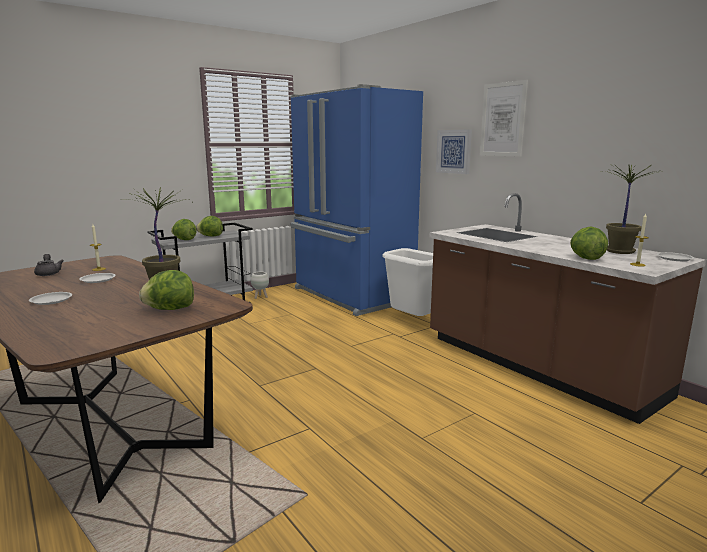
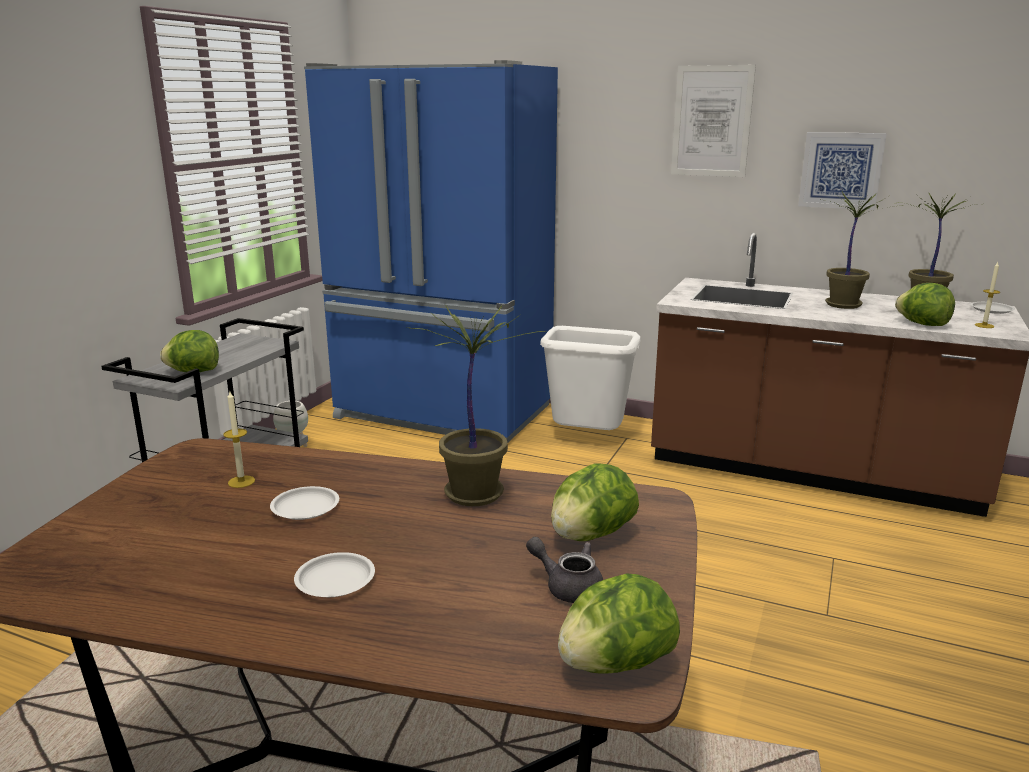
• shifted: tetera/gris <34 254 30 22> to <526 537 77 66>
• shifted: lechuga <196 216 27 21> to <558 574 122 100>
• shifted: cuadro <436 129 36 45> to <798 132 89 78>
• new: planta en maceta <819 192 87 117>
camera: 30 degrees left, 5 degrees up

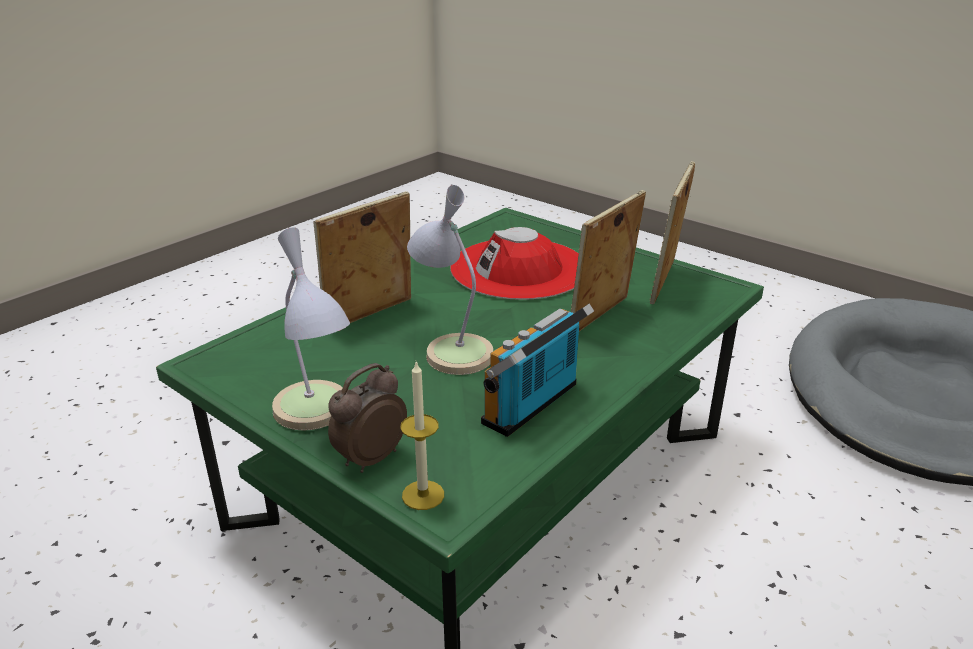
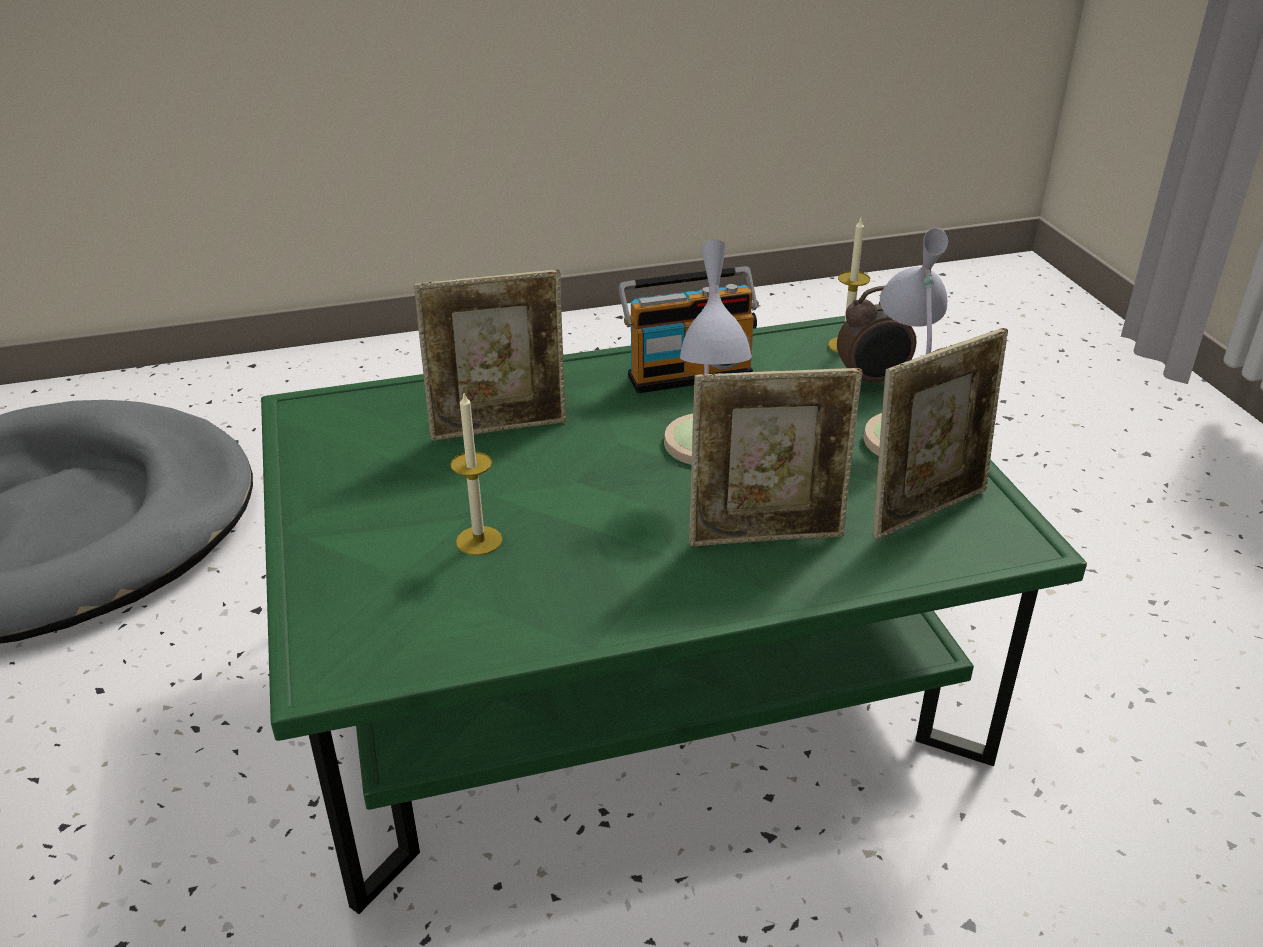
• swapped: sombrero/rojo <450 227 129 73> to vela <450 393 53 163>
• shifted: portarretratos <649 161 46 143> to <873 328 135 211>
camera: 145 degrees left, 5 degrees up

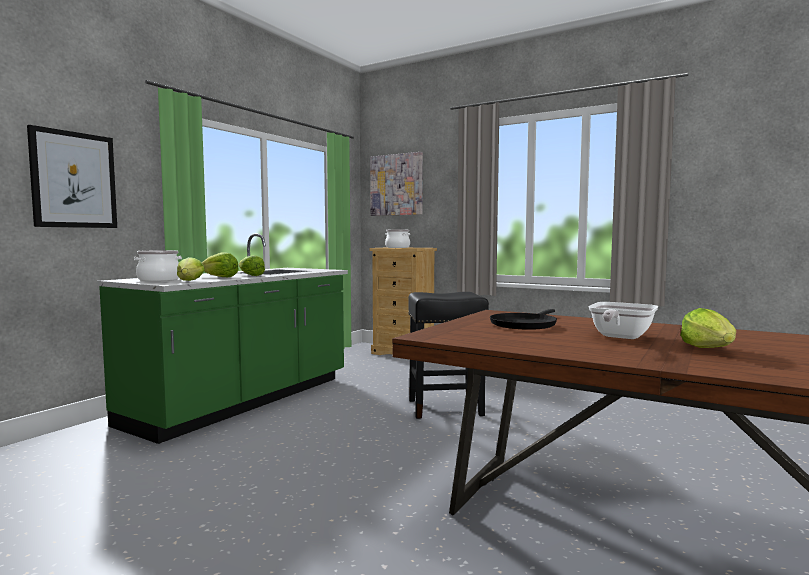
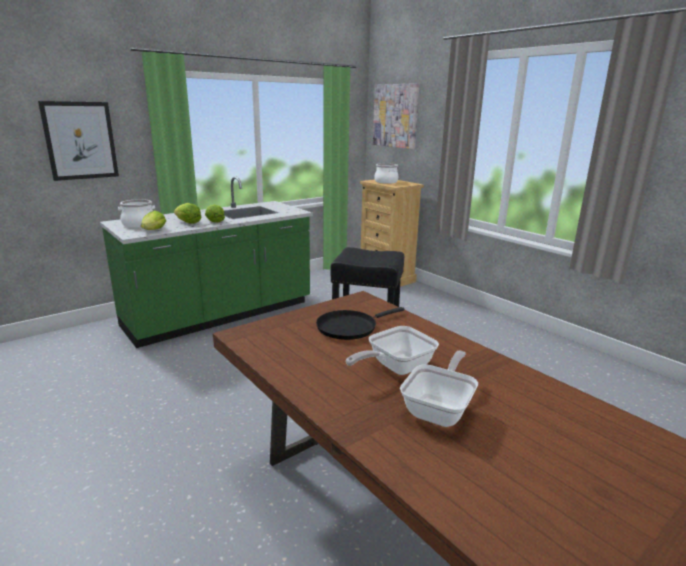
• swapped: lechuga <680 308 56 40> to sartén <400 351 78 76>
camera: 20 degrees right, 15 degrees up

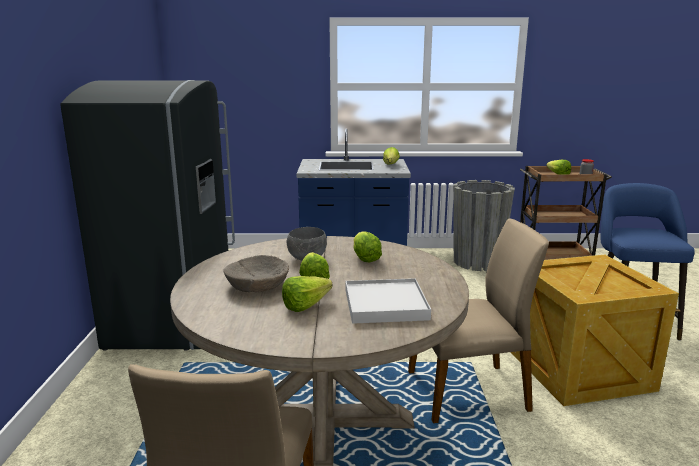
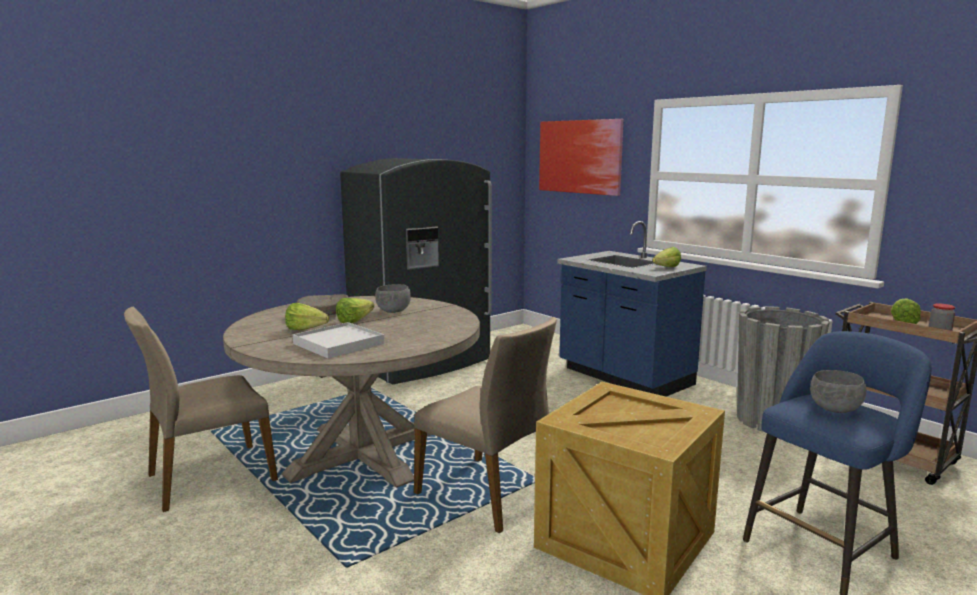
• gone: lechuga <353 231 29 31>
• new: cuadro <539 119 85 77>
• new: cuenco/gris <810 370 57 43>
camera: 50 degrees right, 5 degrees down

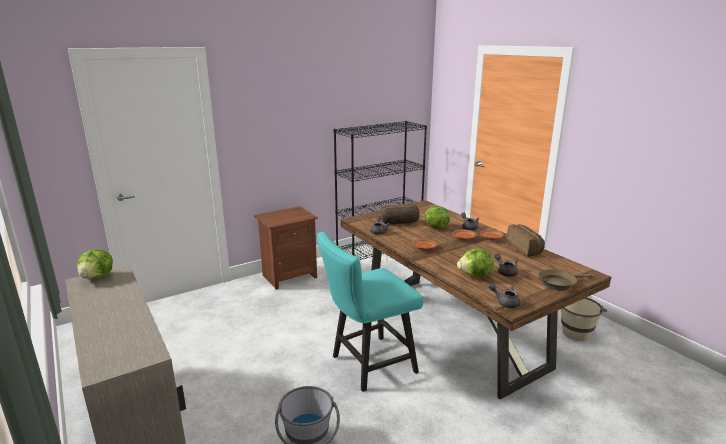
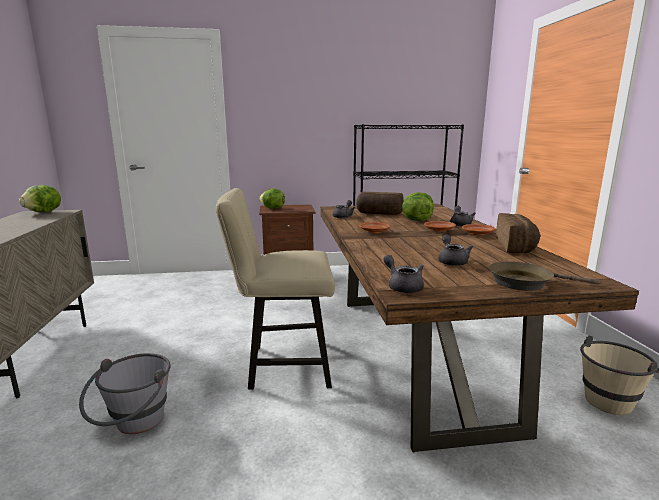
• repainted: silla/turquesa <317 232 107 160> to silla/beis <216 188 119 202>
• shifted: lechuga <457 248 37 30> to <259 189 26 20>
camera: 25 degrees right, 5 degrees down

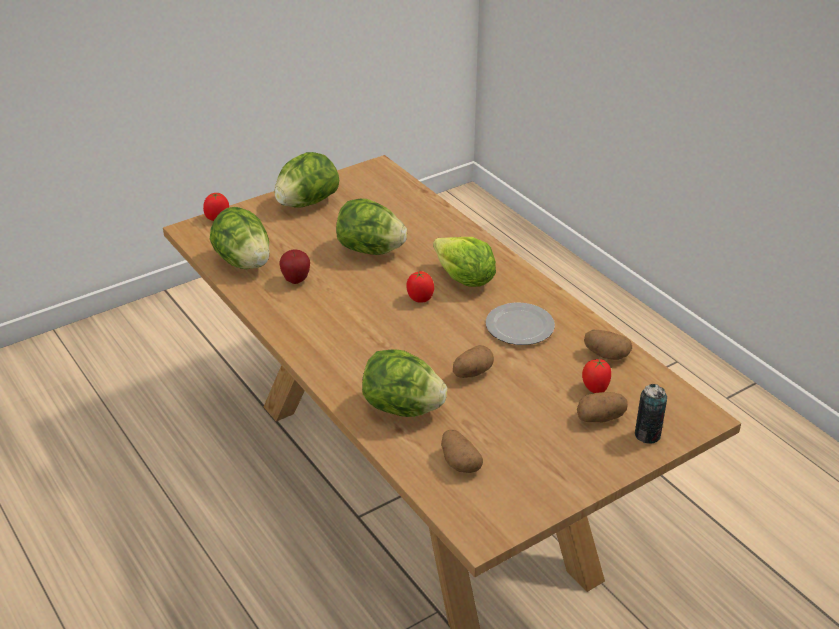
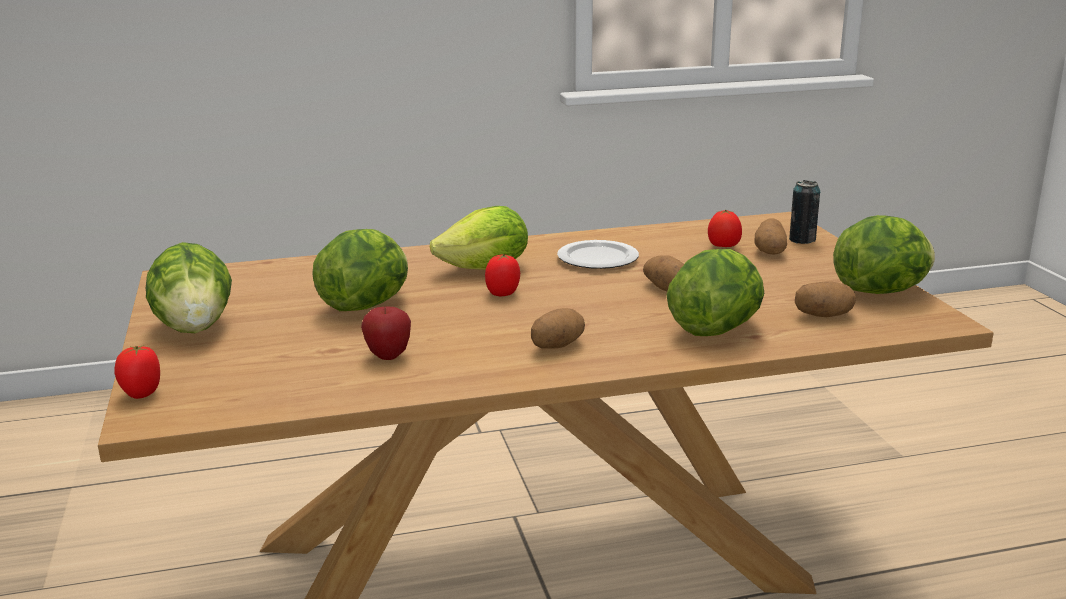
• shifted: lechuga <210 207 60 62> to <833 215 102 79>
• shifted: patata <584 330 48 30> to <531 308 54 41>
camera: 70 degrees left, 15 degrees down

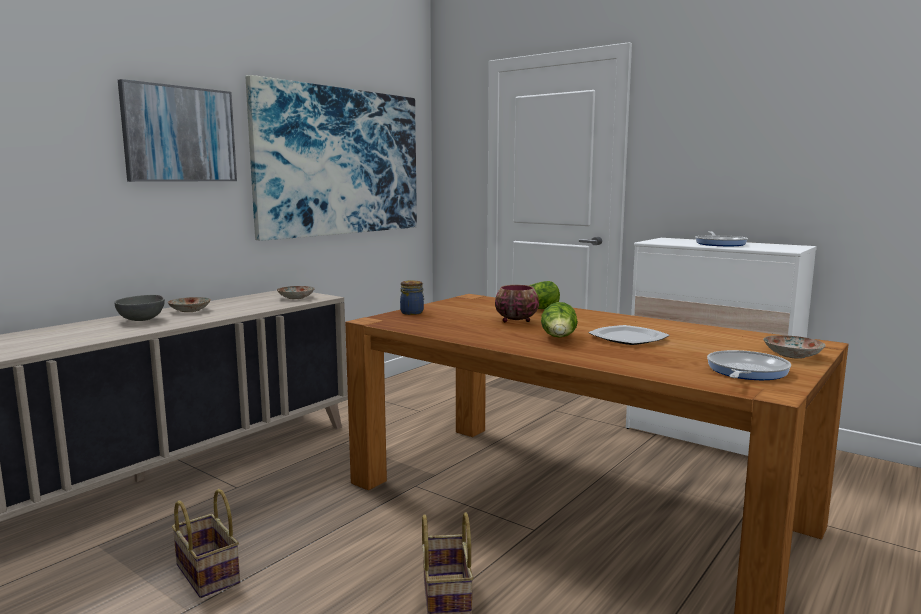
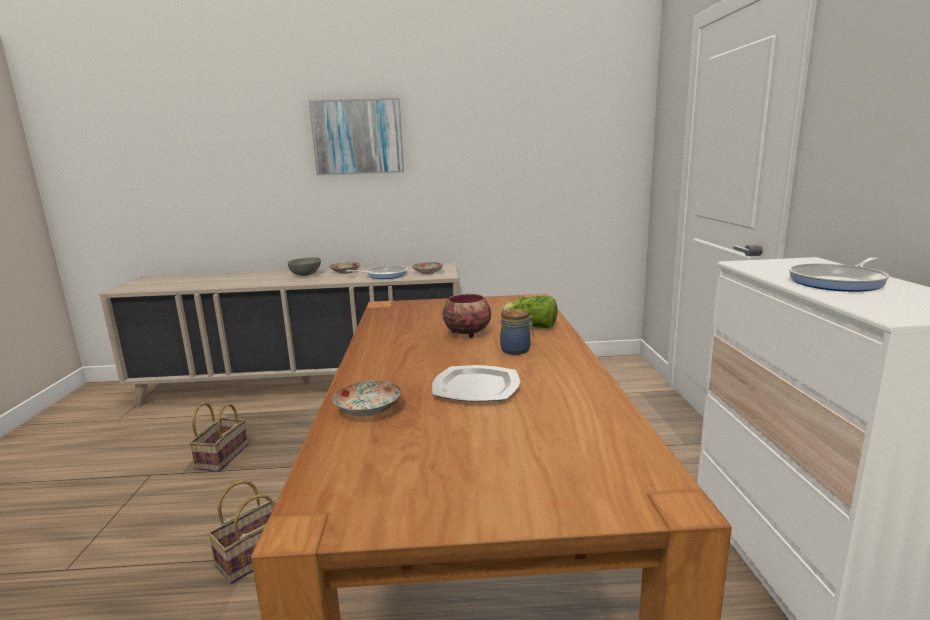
• gone: cuadro <246 75 171 166>
• shifted: tarro <400 280 24 35> to <500 309 34 46>
• gone: lechuga <541 302 37 36>
• shifted: sartén <707 350 84 30> to <346 266 61 13>
• shifted: plato <763 335 63 24> to <332 380 69 37>
camera: 50 degrees right, 5 degrees up

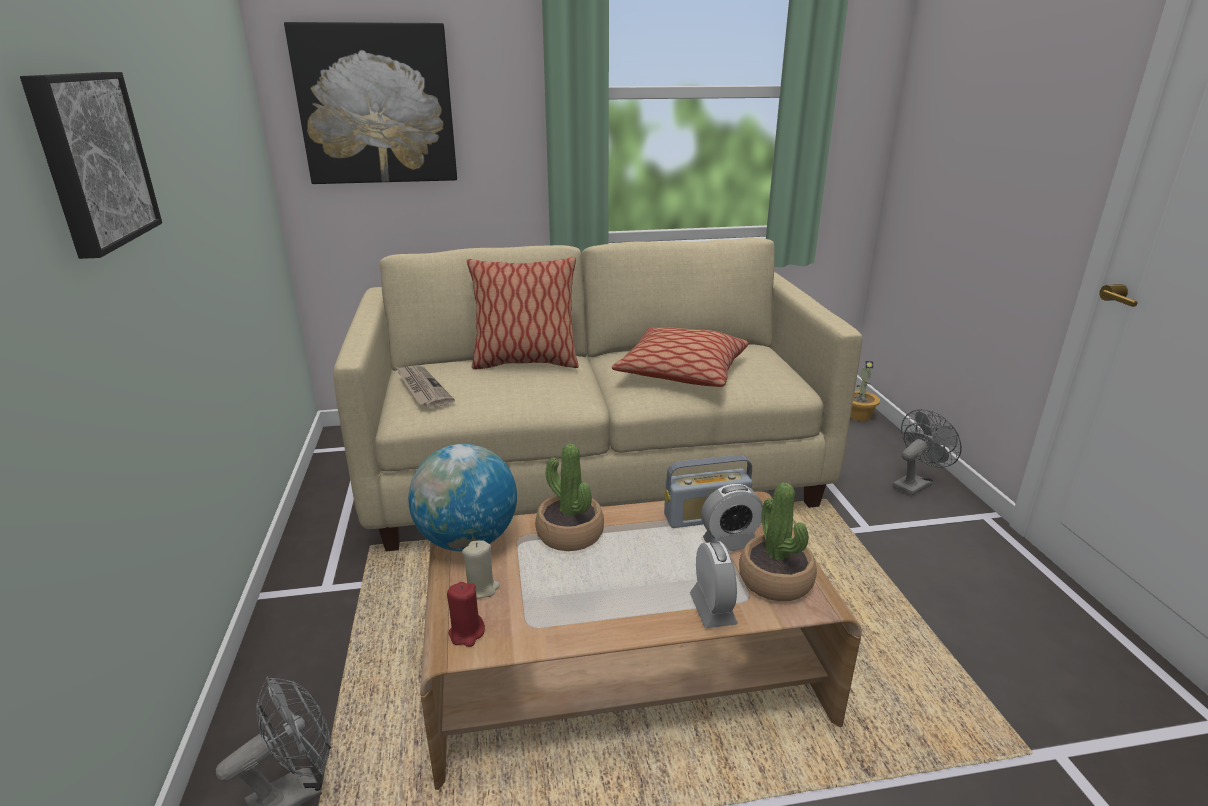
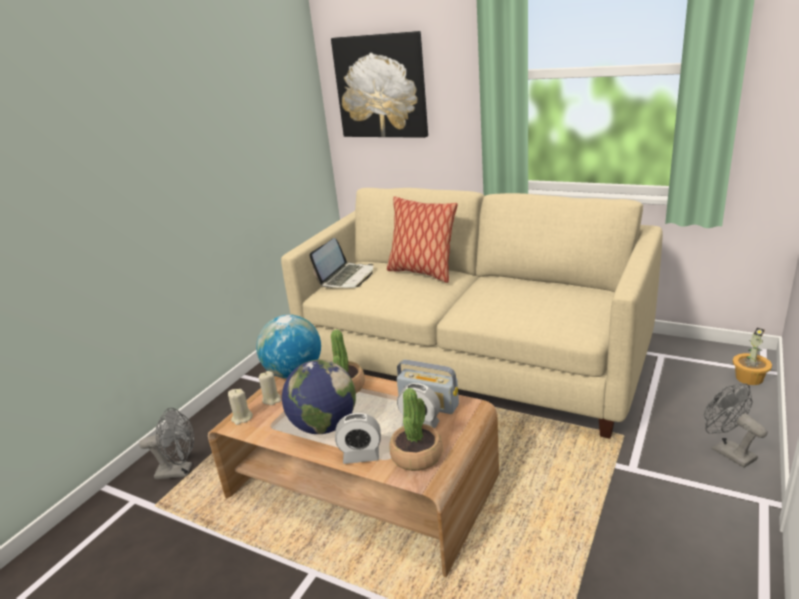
• gone: cuadro <20 72 142 187>
• swapped: periódico <396 365 59 43> to portátil <310 238 63 50>
• repainted: vela/rojo <447 582 38 65> to vela/beis <228 389 25 36>
• gone: cojín <612 327 137 60>
• rotated: despertador <690 542 48 86> = <335 413 46 51> 60 degrees clockwise
• rotated: ventilador/gris <893 409 69 87> = <704 383 63 85> 120 degrees counterclockwise
• new: globo terráqueo <282 360 74 74>
camera: 40 degrees right, 0 degrees up

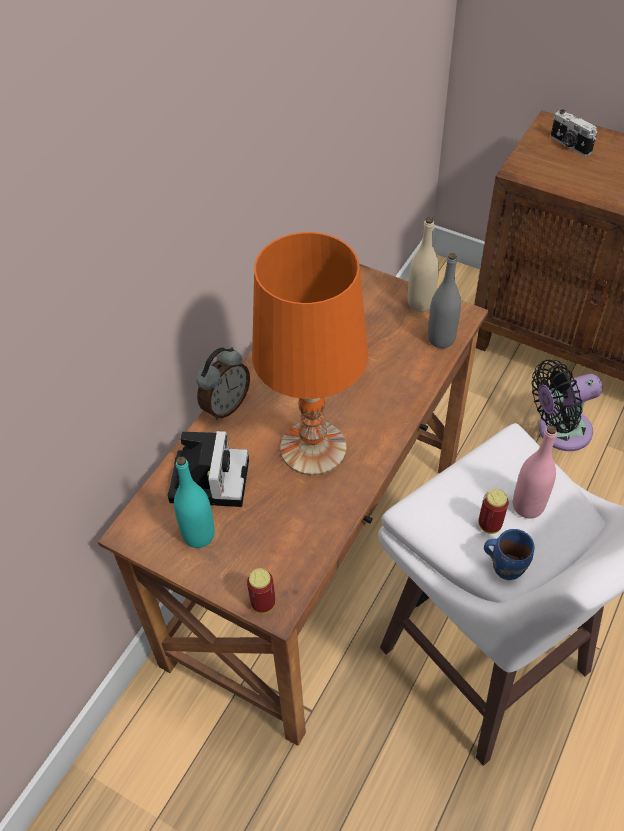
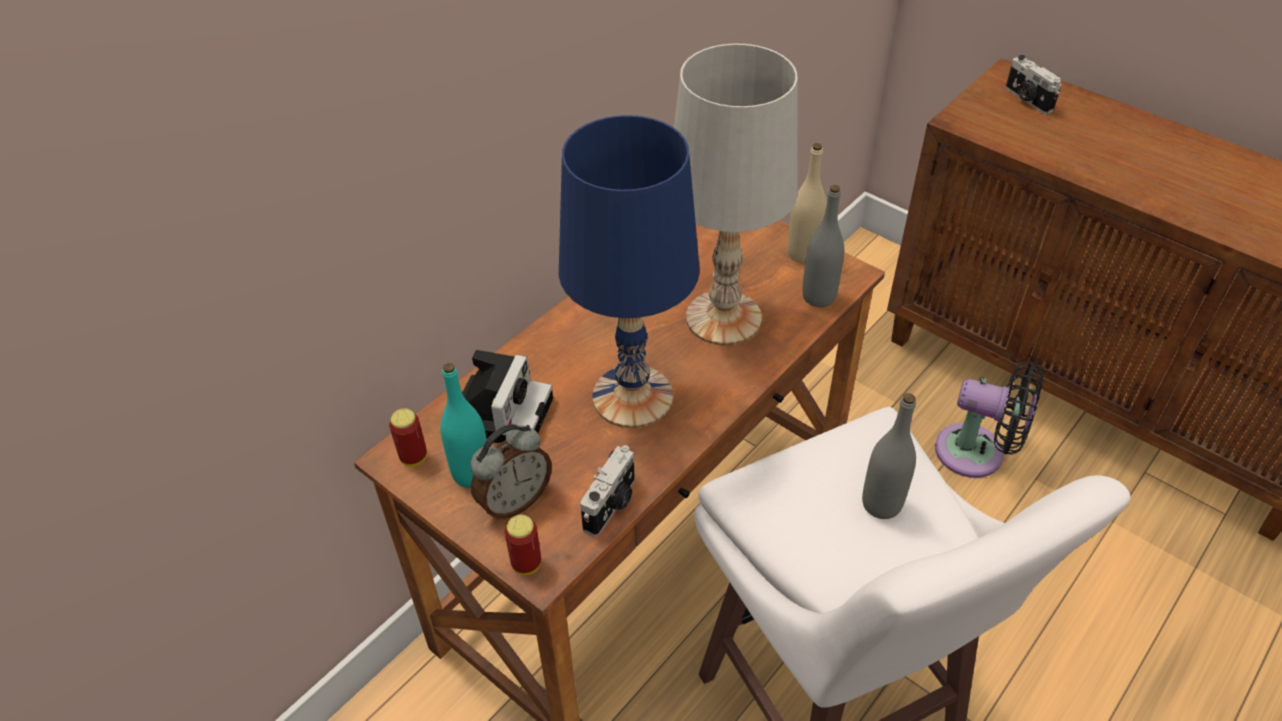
• shifted: despertador <196 347 54 73> to <470 424 82 96>
• repainted: lámpara de mesa/naranja <252 232 116 244> to lámpara de mesa/azul <559 115 141 313>
• shifted: lata <479 489 30 45> to <389 408 38 58>
• gone: taza grande/azul <484 529 50 51>
• repainted: botella/rosa <513 425 44 93> to botella/gris <862 393 54 126>
• rotated: ventilador/negro <531 360 71 91> = <935 362 108 116> 150 degrees counterclockwise
• new: cámara <580 445 55 92>
• new: lámpara de mesa/blanco <674 44 123 302>
camera: 10 degrees right, 5 degrees down

